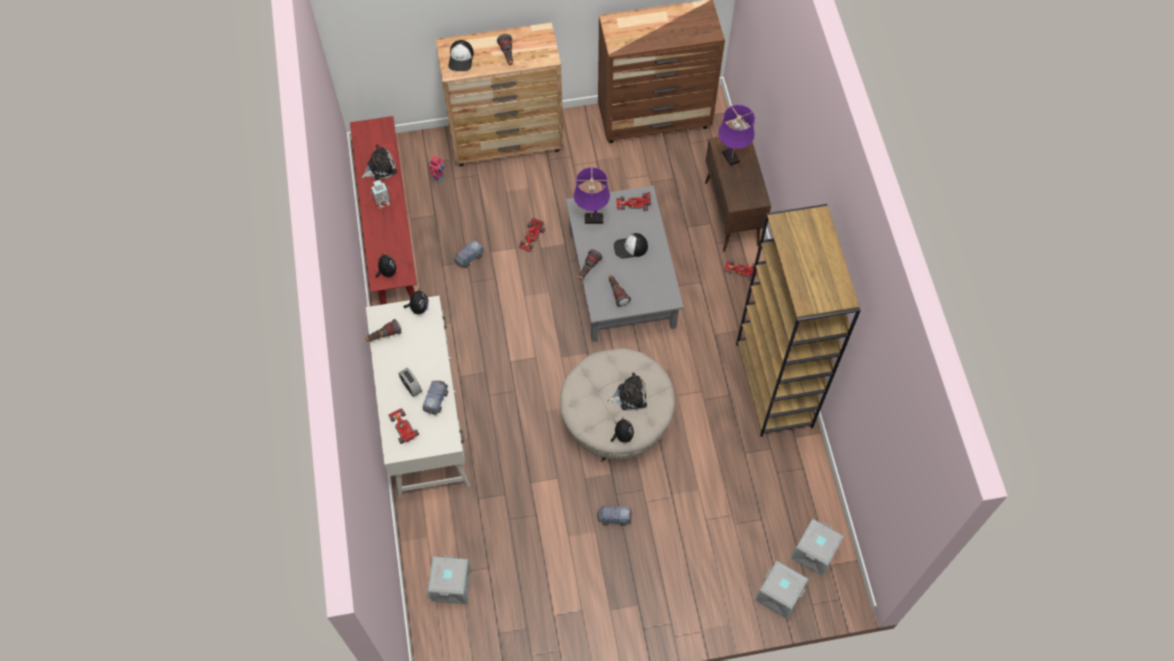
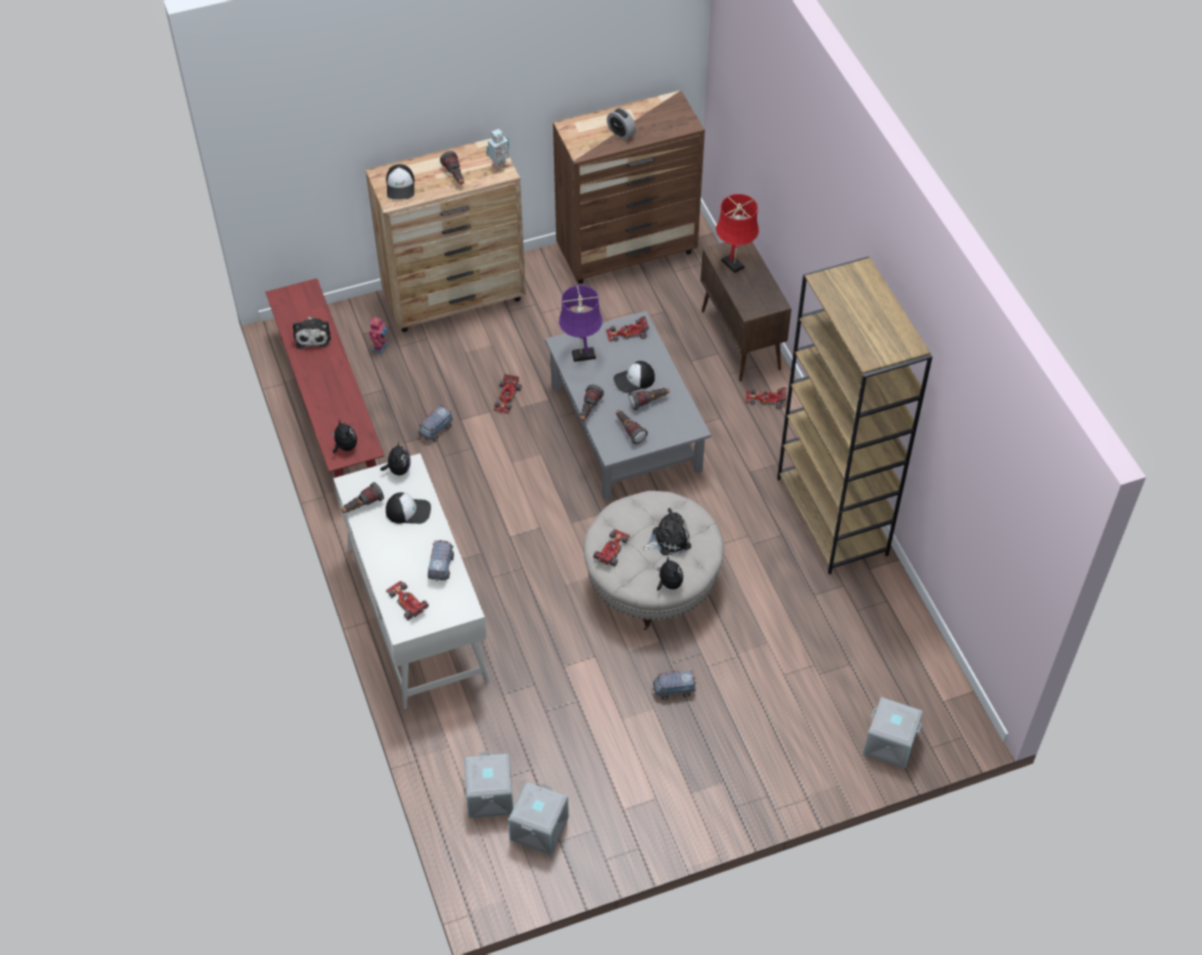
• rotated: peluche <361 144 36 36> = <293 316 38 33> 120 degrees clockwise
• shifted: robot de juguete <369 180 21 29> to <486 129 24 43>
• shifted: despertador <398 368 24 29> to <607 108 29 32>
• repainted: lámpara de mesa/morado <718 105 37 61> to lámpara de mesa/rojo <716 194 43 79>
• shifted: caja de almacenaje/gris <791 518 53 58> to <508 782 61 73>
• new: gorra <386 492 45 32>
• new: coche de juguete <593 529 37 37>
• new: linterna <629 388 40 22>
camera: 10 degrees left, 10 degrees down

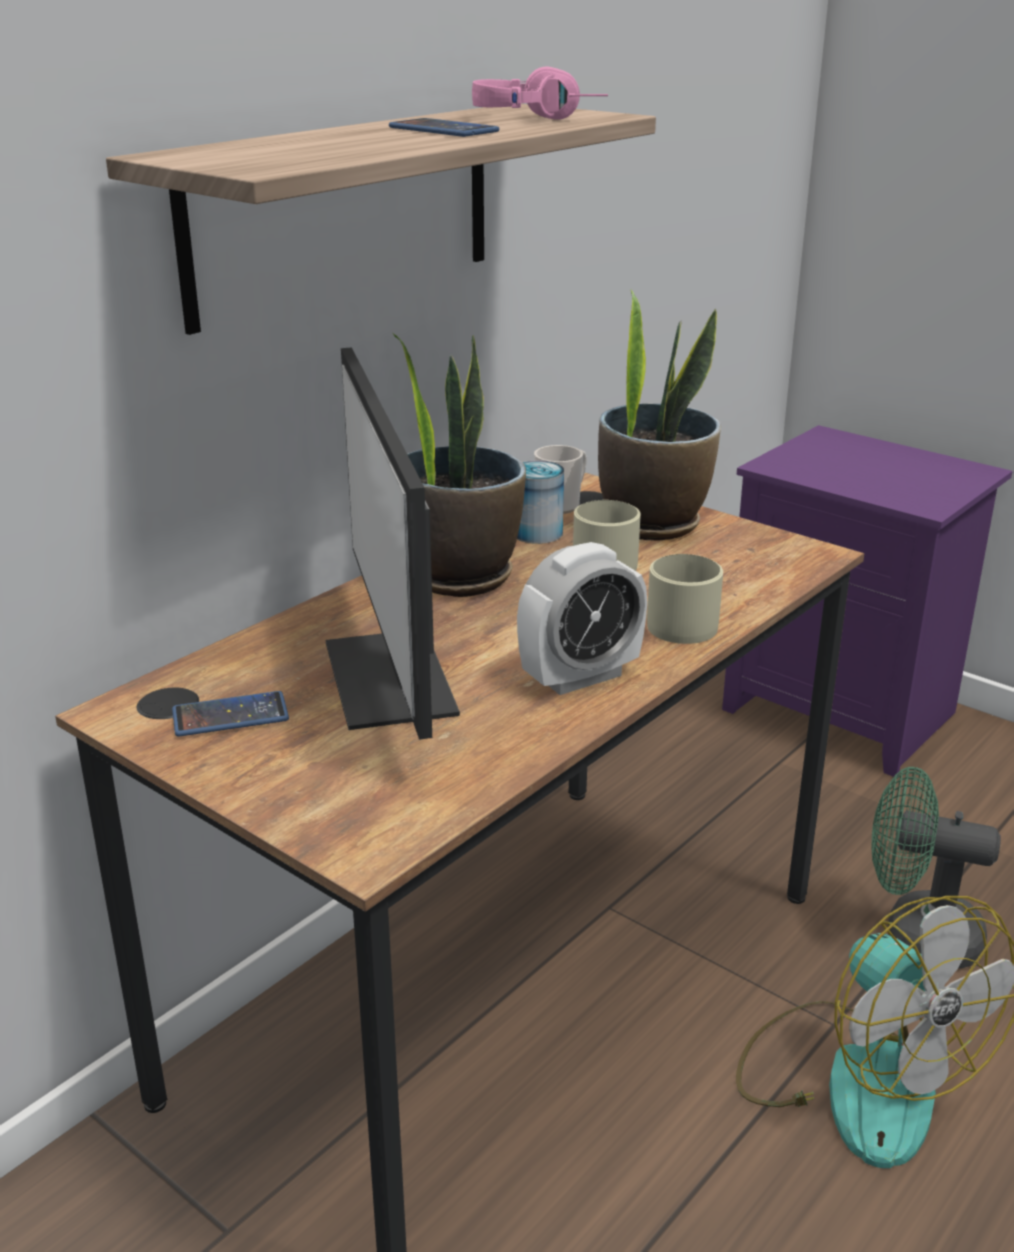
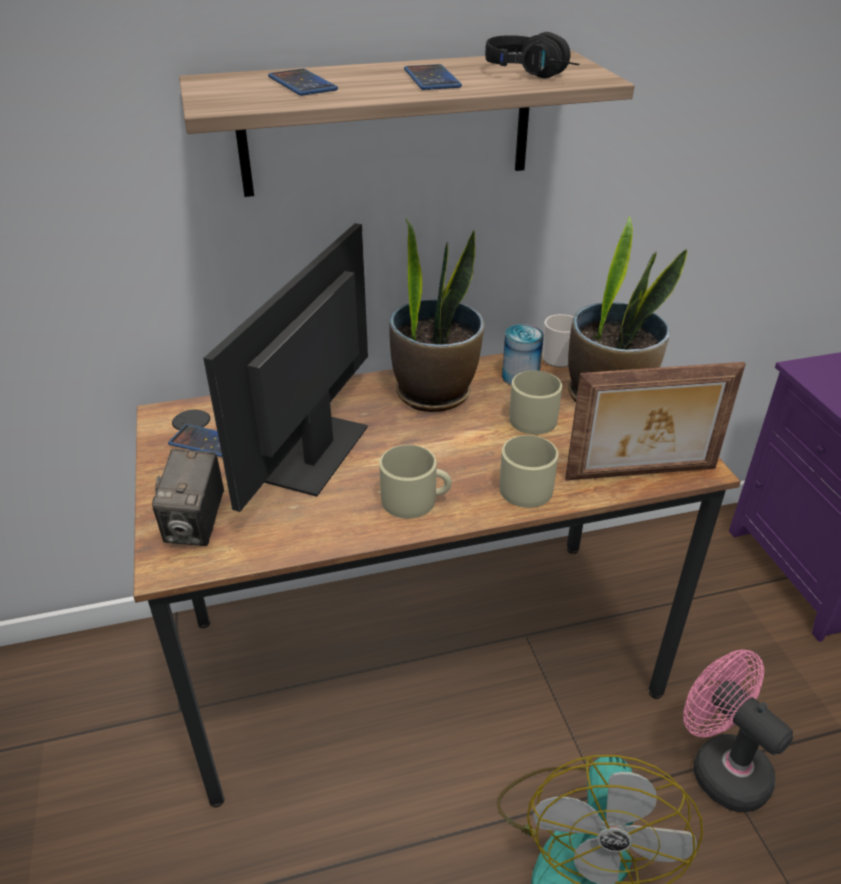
• repainted: auriculares/rosa <472 67 136 53> to auriculares/negro <485 32 94 46>
• swapped: despertador <517 542 130 153> to taza grande/beis <379 445 73 74>
• repainted: ventilador/verde <872 767 129 202> to ventilador/rosa <683 650 110 162>
• new: cámara <152 449 72 97>
• new: móvil <268 69 70 27>
• new: portarretratos <565 362 180 118>
camera: 35 degrees right, 10 degrees up

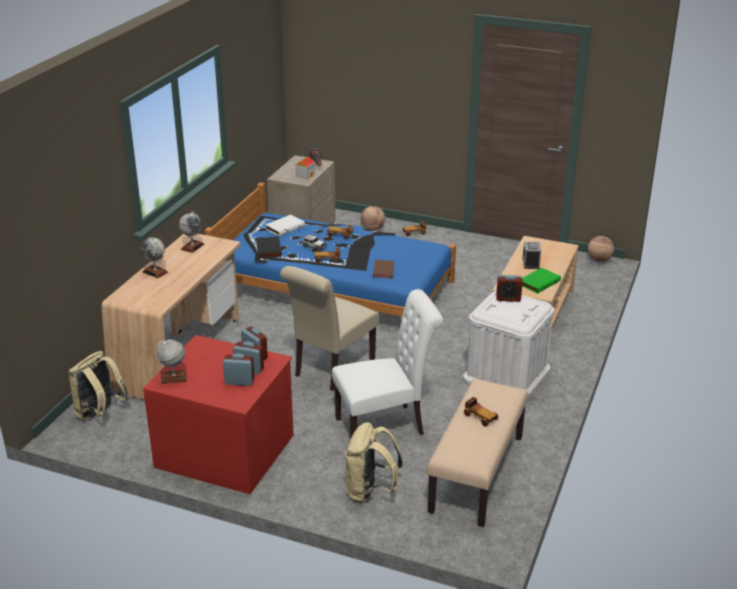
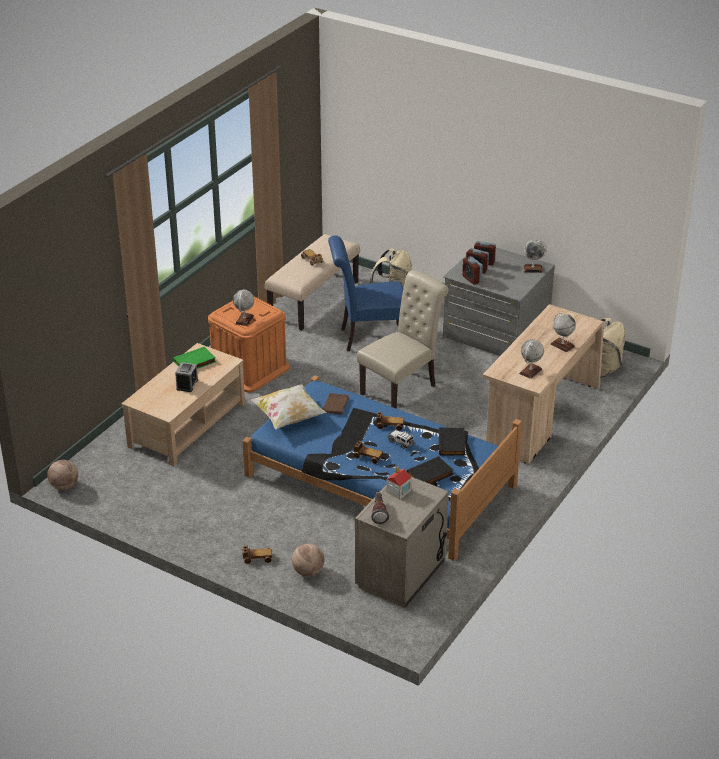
• repainted: cómoda/rojo <143 335 151 159> to cómoda/gris <443 247 112 109>
• repainted: libro/blanco <265 215 40 21> to libro/negro <407 456 47 28>
• repainted: silla/blanco <332 289 111 149> to silla/azul <328 235 75 116>
• repainted: caja de almacenaje/blanco <463 290 91 107> to caja de almacenaje/naranja <208 297 82 95>
• swapped: despertador <496 275 27 27> to globo terráqueo <233 290 21 36>
• new: cojín <251 384 76 46>
camera: 170 degrees left, 5 degrees up

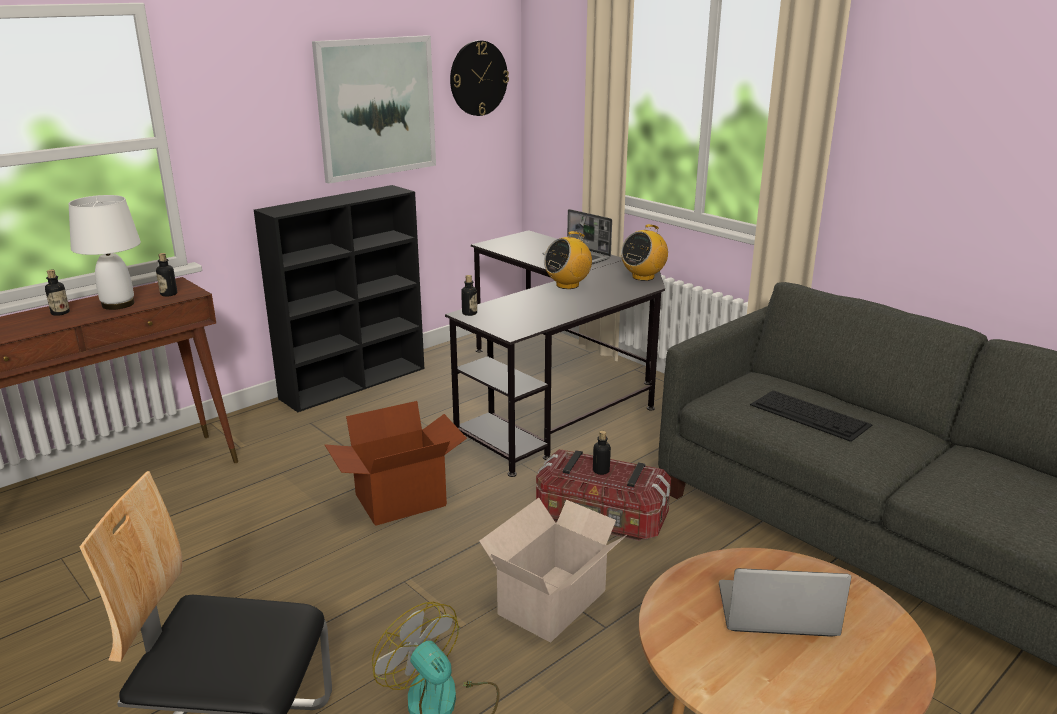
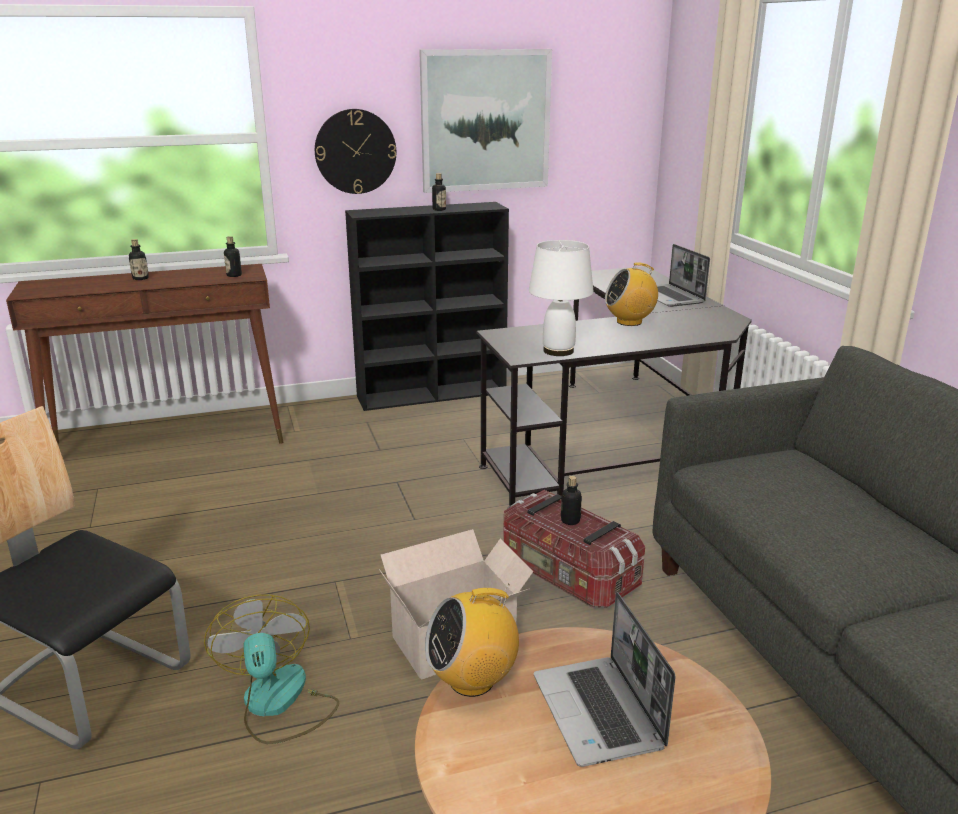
• shifted: lámpara de mesa/blanco <69 195 72 115> to <529 240 65 116>
• gone: caja de cartón <325 401 142 125>
• shifted: reloj de pared <450 40 59 76> to <315 109 81 85>
• shifted: botella <461 275 16 41> to <432 173 14 38>
• shifted: radio <621 224 47 57> to <425 584 94 113>
• rotated: portátil <719 568 132 69> = <534 592 142 175> 135 degrees counterclockwise
• gone: teclado <750 390 123 52>
camera: 25 degrees right, 0 degrees up

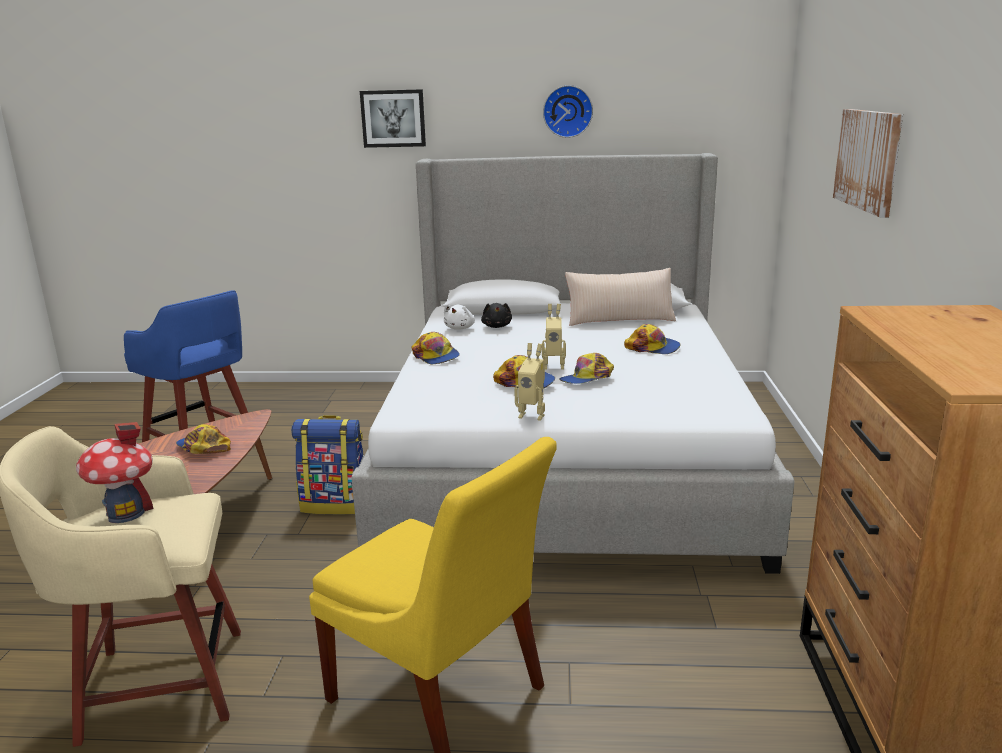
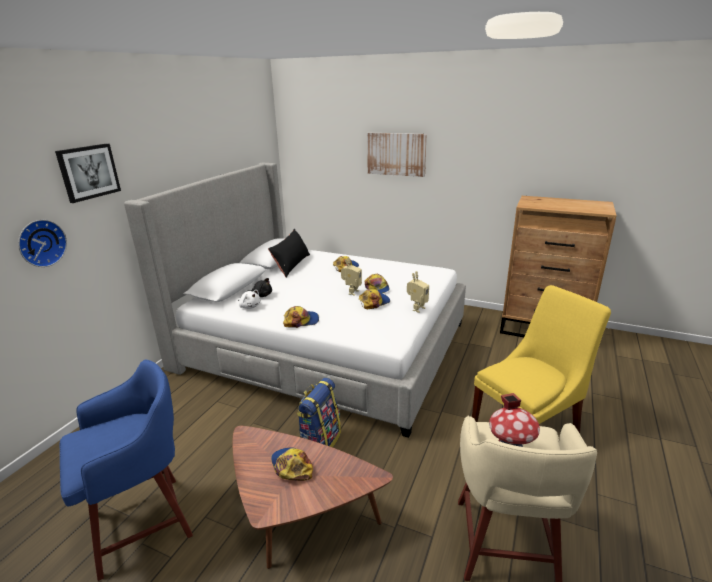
• rotated: gorra <176 424 55 30> = <271 448 42 33> 90 degrees clockwise
• shifted: reloj de pared <543 85 50 53> to <18 220 49 47>
• repainted: cojín/beis <565 268 111 58> to cojín/negro <268 229 42 48>
camera: 70 degrees left, 5 degrees up

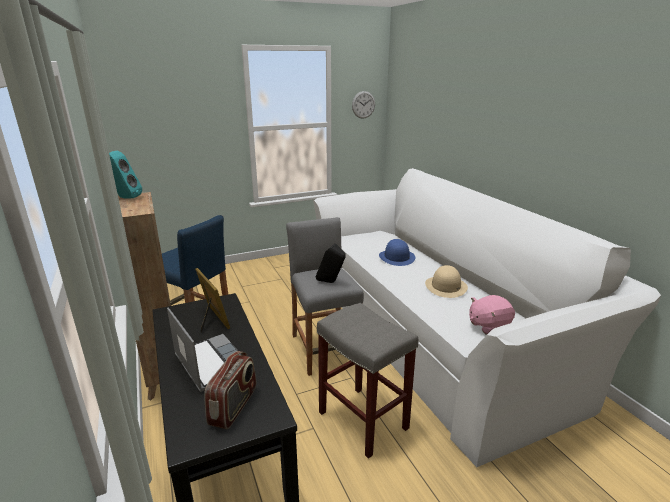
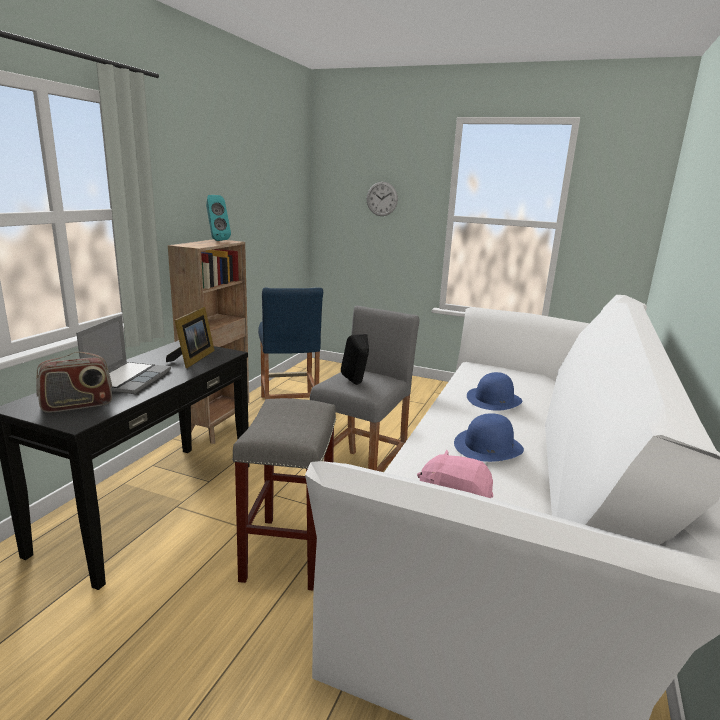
• shifted: reloj de pared <352 91 23 28> to <367 182 31 34>
• repainted: sombrero/beis <425 265 43 33> to sombrero/azul <454 413 70 49>
camera: 45 degrees right, 5 degrees down

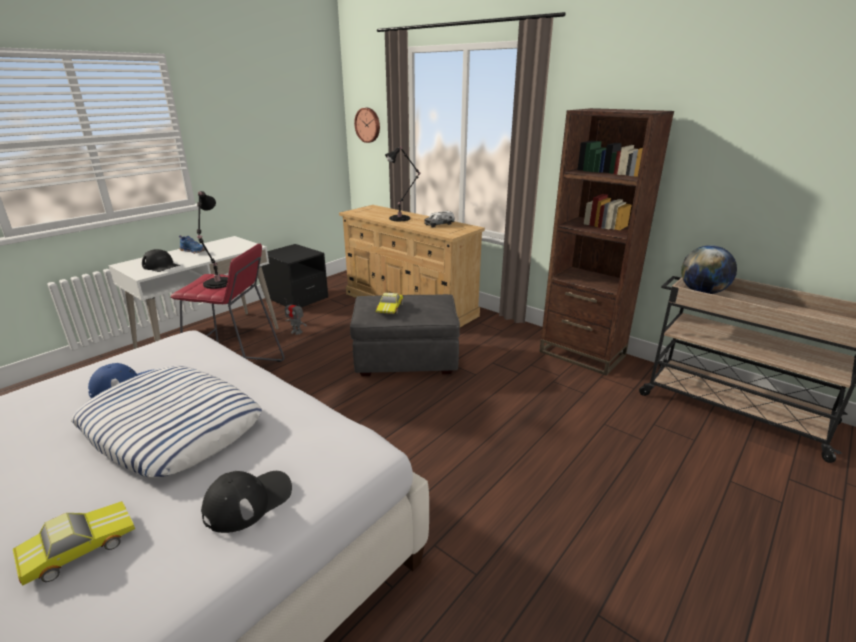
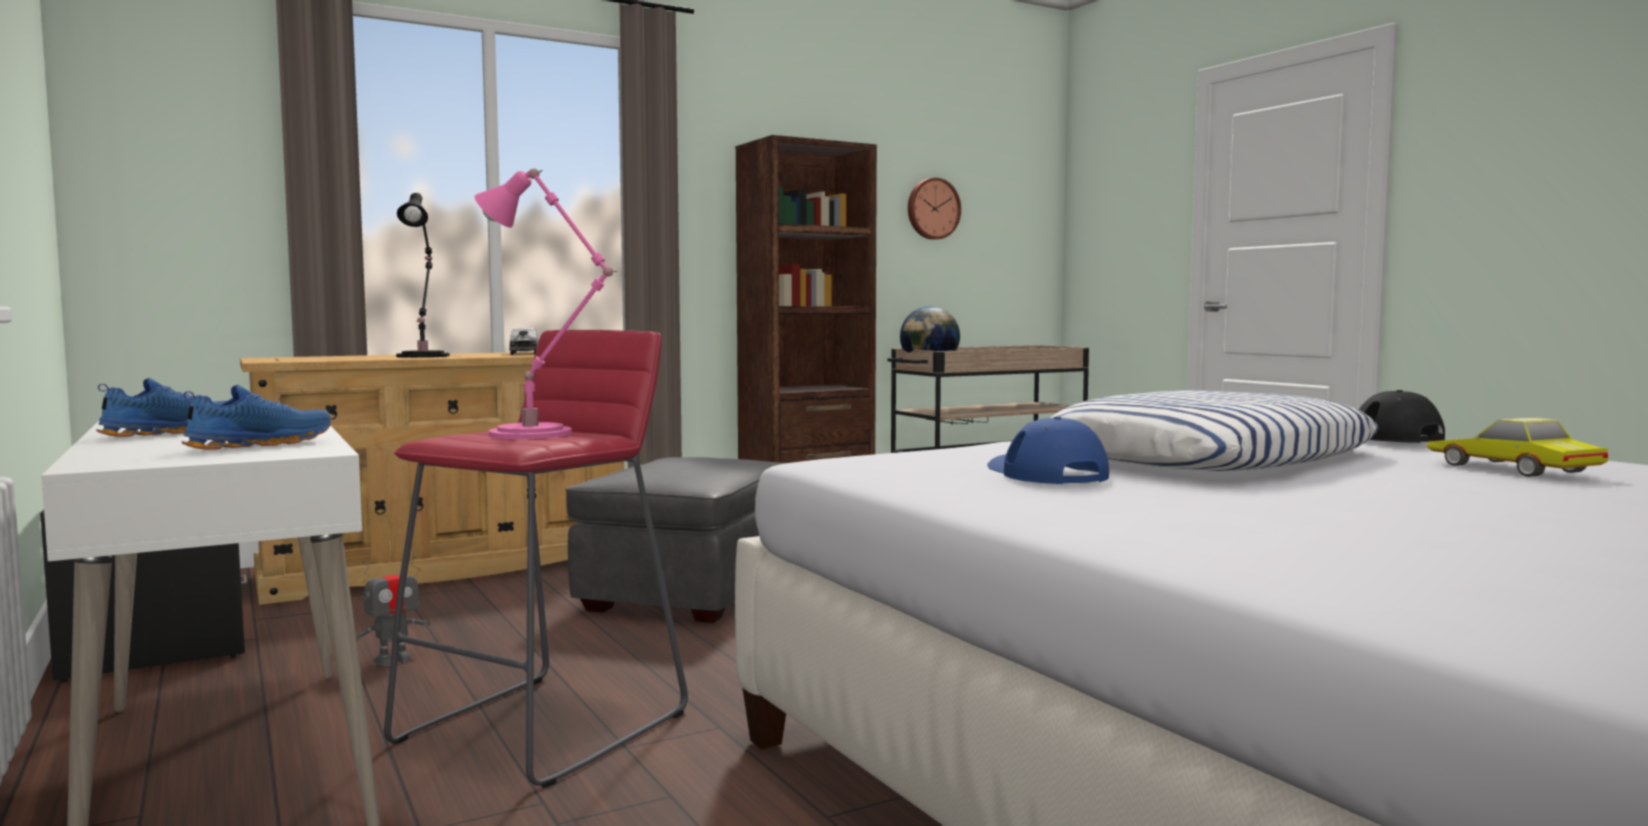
• swapped: gorra/negro <142 249 38 23> to zapato/azul <181 385 150 65>
• repainted: lámpara de mesa/negro <197 191 31 98> to lámpara de mesa/rosa <474 168 143 271>
• shifted: reloj de pared <354 108 26 35> to <908 178 53 62>
• gone: coche de juguete <375 292 28 22>
camera: 70 degrees left, 20 degrees down

